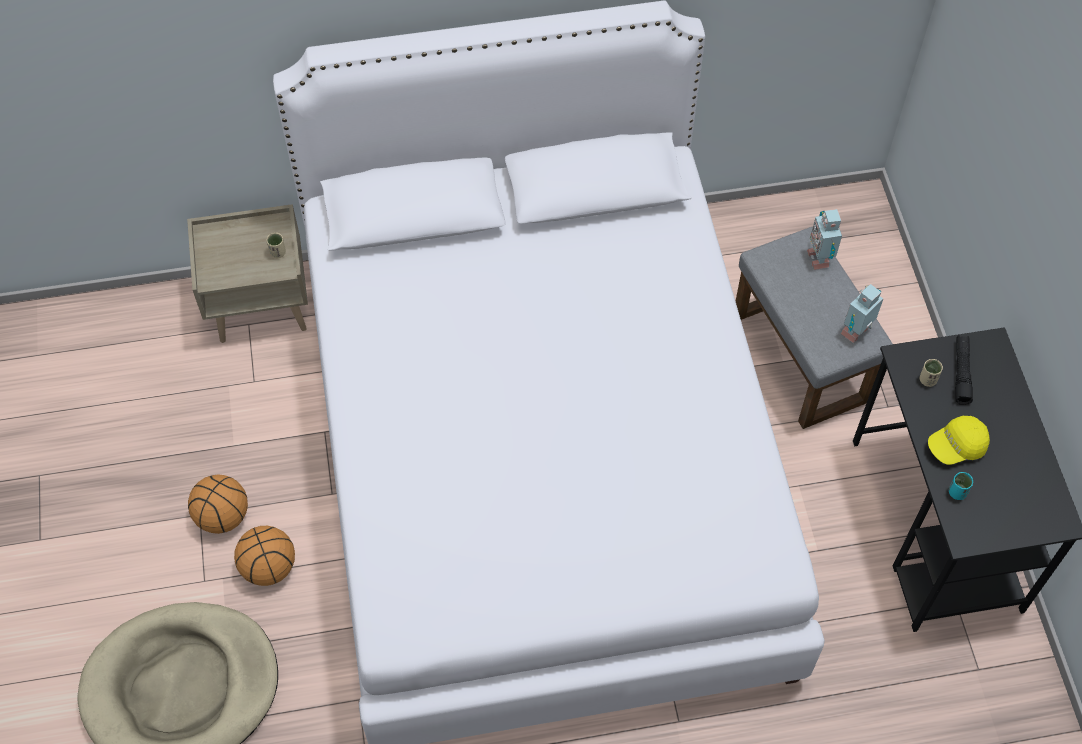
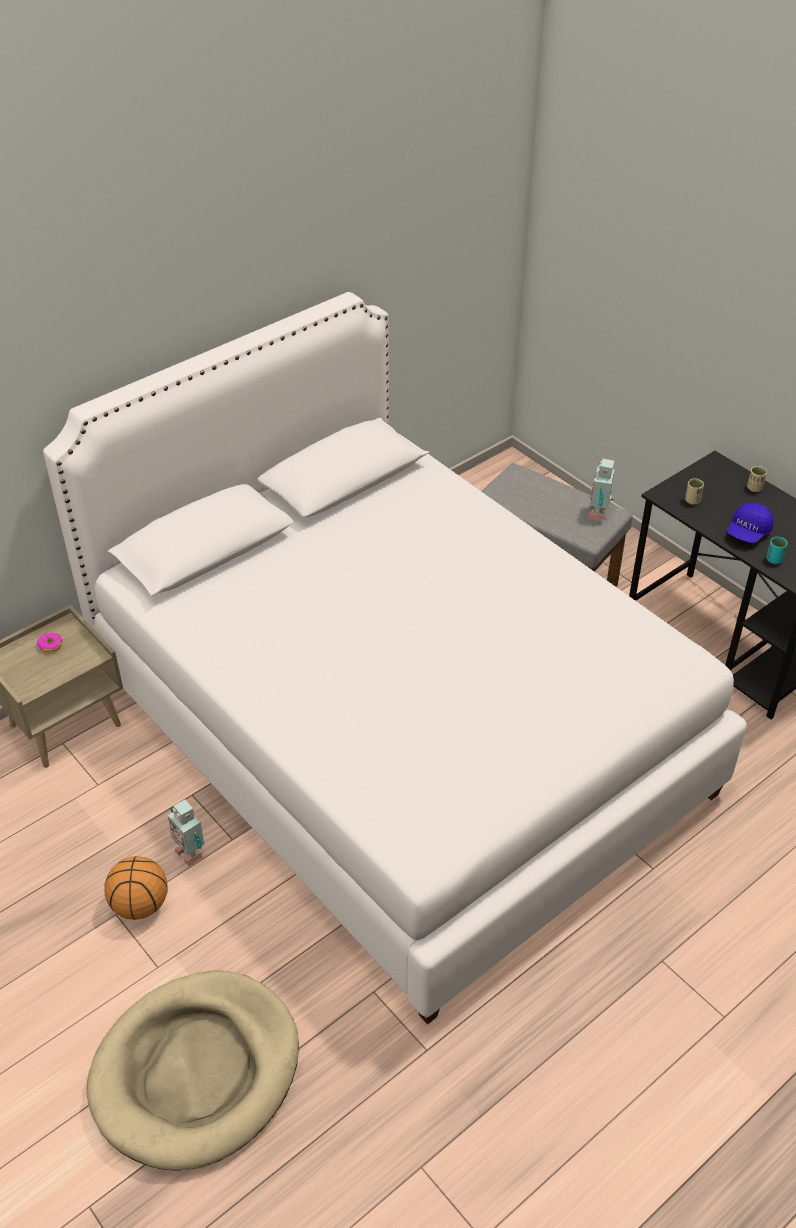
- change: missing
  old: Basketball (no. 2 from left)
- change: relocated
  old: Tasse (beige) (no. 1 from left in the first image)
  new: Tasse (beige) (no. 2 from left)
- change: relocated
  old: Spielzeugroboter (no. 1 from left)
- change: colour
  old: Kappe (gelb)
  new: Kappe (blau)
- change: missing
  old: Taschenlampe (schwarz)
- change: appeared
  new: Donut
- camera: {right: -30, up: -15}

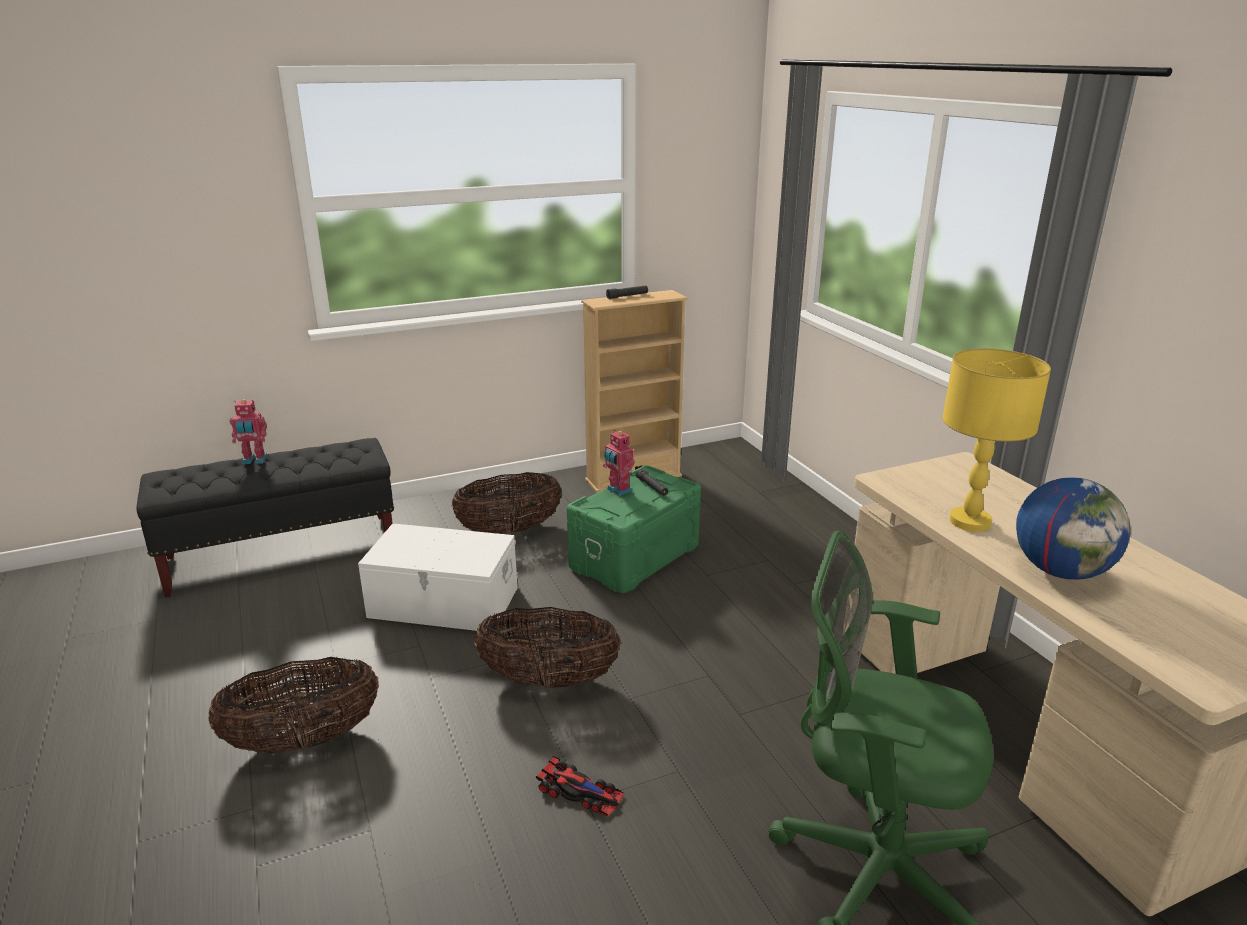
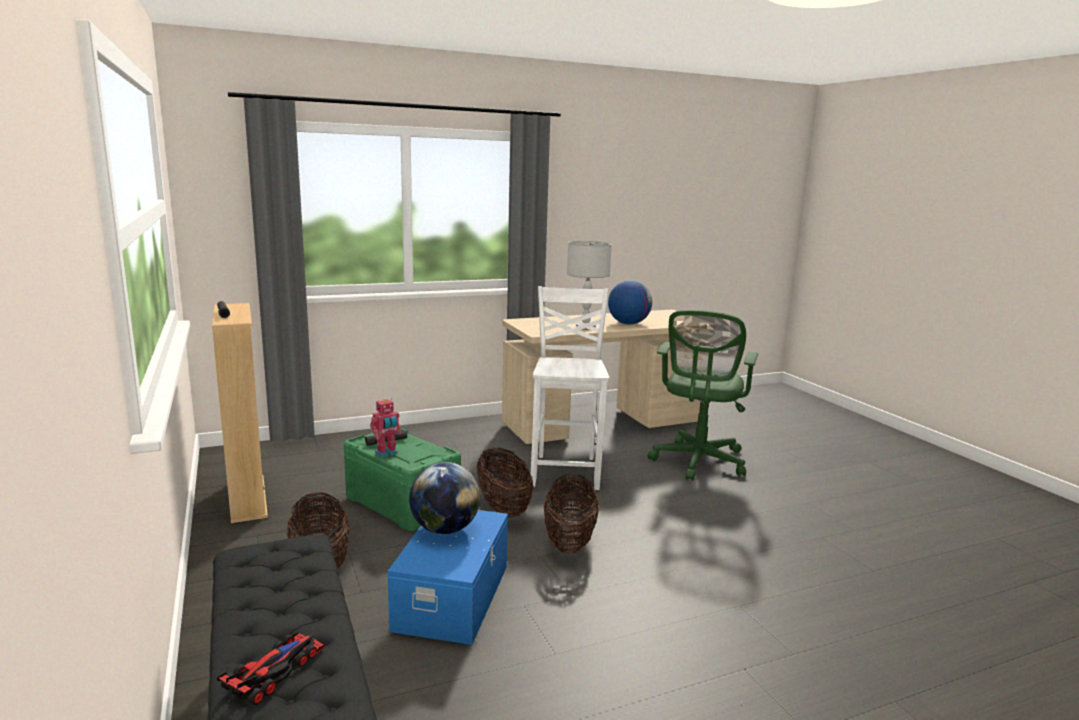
- change: relocated
  old: Korb (no. 1 from left in the first image)
  new: Korb (no. 2 from left)
- change: missing
  old: Spielzeugroboter (no. 1 from left)
- change: colour
  old: Aufbewahrungsbox (weiß)
  new: Aufbewahrungsbox (blau)
- change: relocated
  old: Spielzeugauto
- change: colour
  old: Tischlampe (gelb)
  new: Tischlampe (grau)
- change: appeared
  new: Globus (no. 1 from left)
- change: appeared
  new: Stuhl (weiß)
- camera: {right: -90, up: -10}

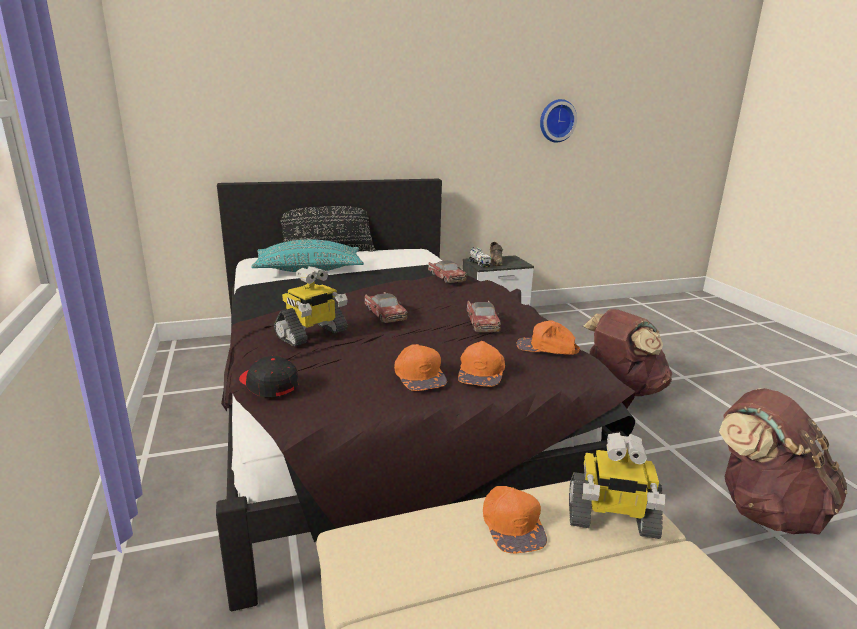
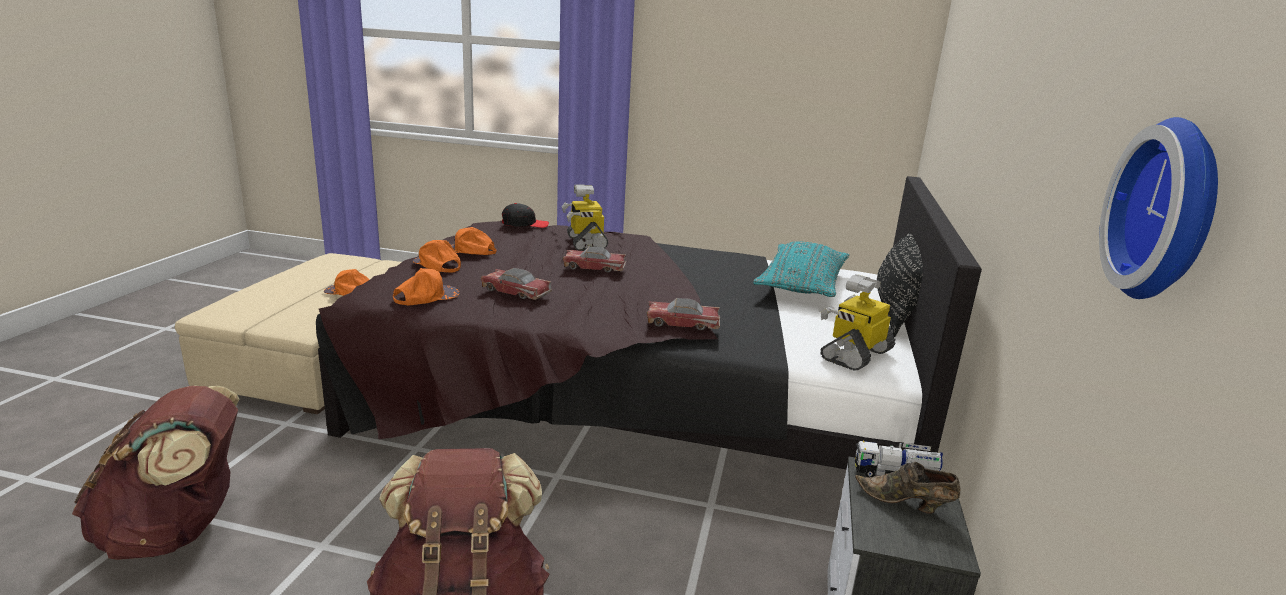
- change: relocated
  old: Spielzeugroboter (no. 2 from left)
- camera: {right: 120, up: 0}

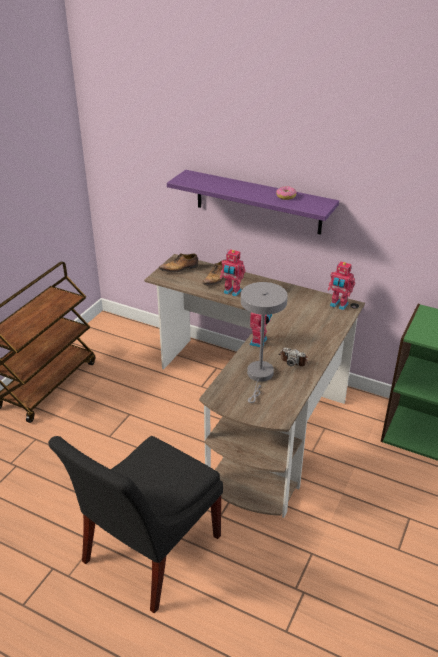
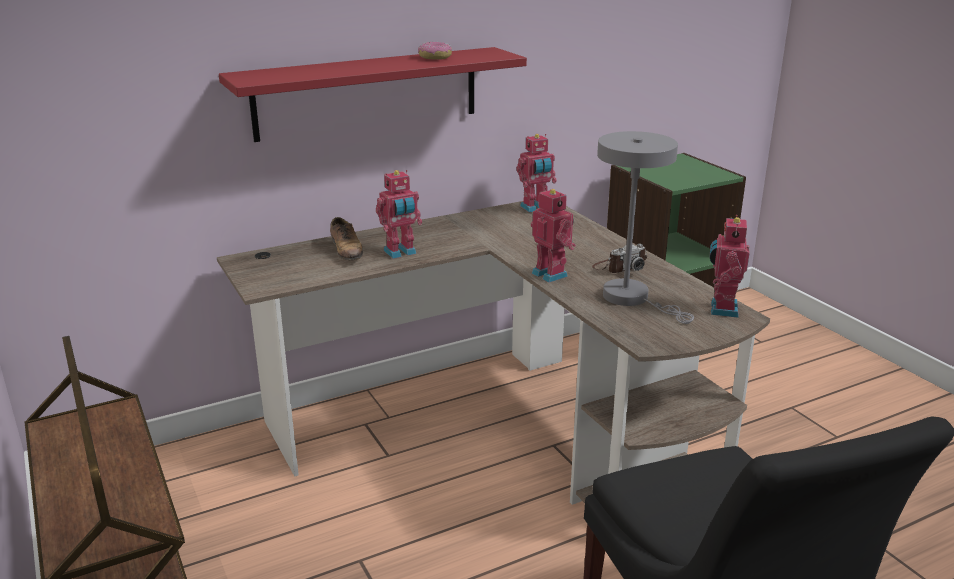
- change: missing
  old: Schuh (no. 1 from left)
- change: colour
  old: Wandregal (lila)
  new: Wandregal (rot)
- change: appeared
  new: Spielzeugroboter (no. 4 from left)
- camera: {right: -55, up: -10}

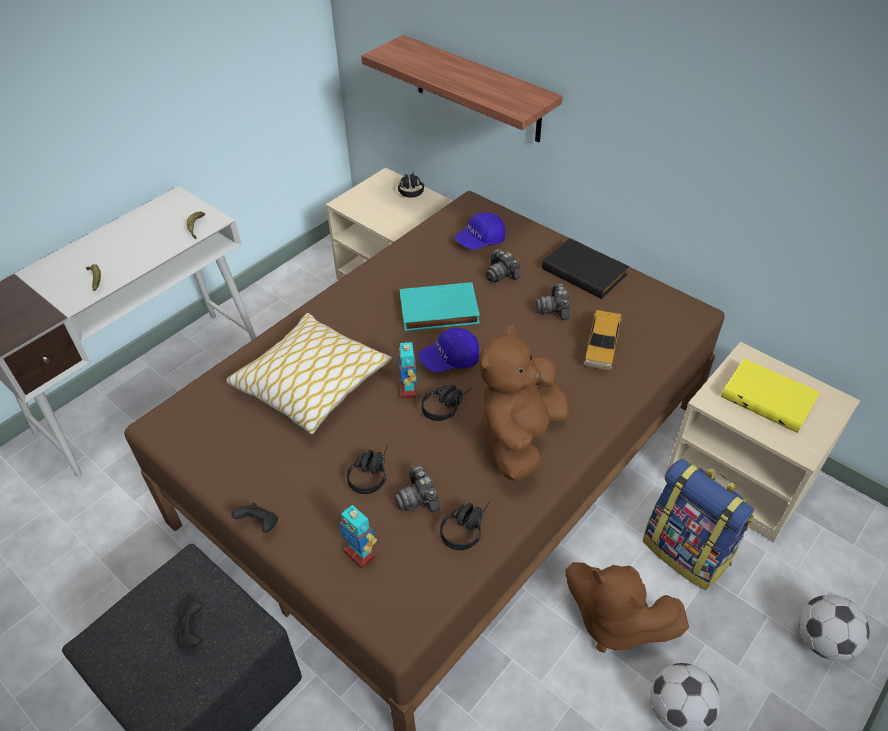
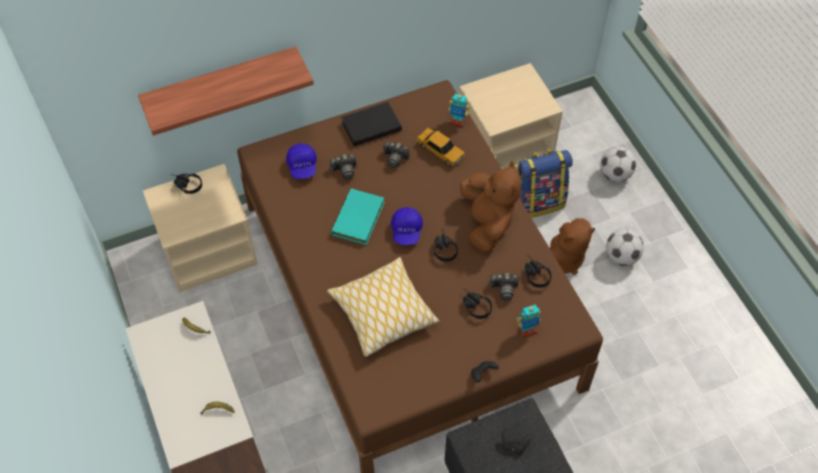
- change: relocated
  old: Spielzeugroboter (no. 2 from left in the first image)
  new: Spielzeugroboter (no. 1 from left)
- change: spun
  old: Plüschtier (braun) (no. 1 from left)
  degrees: -150
- change: missing
  old: Buch (gelb)
- camera: {right: -65, up: 10}

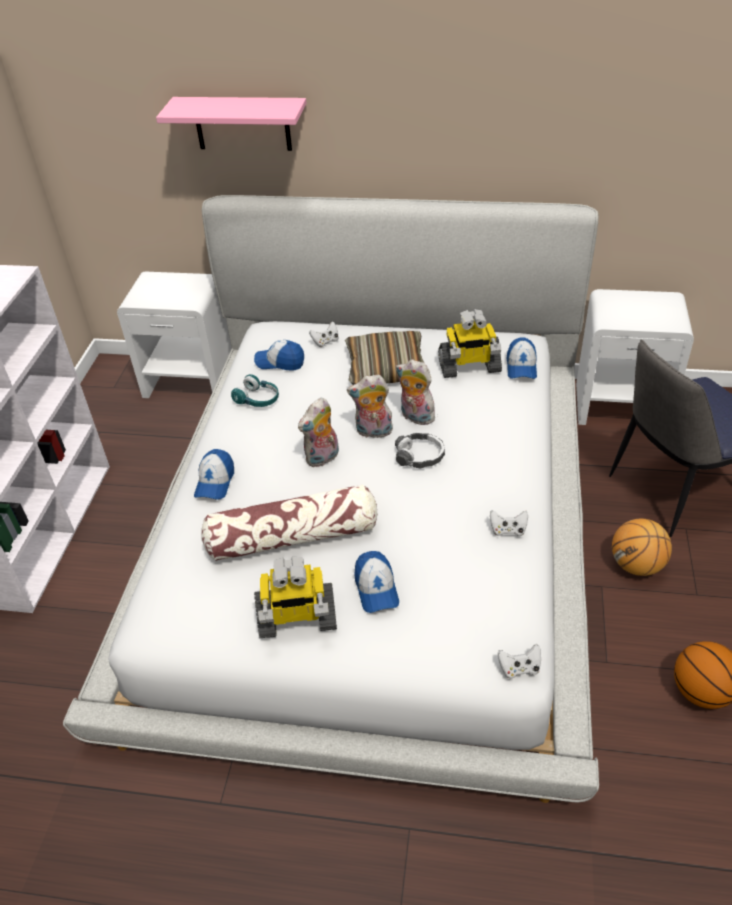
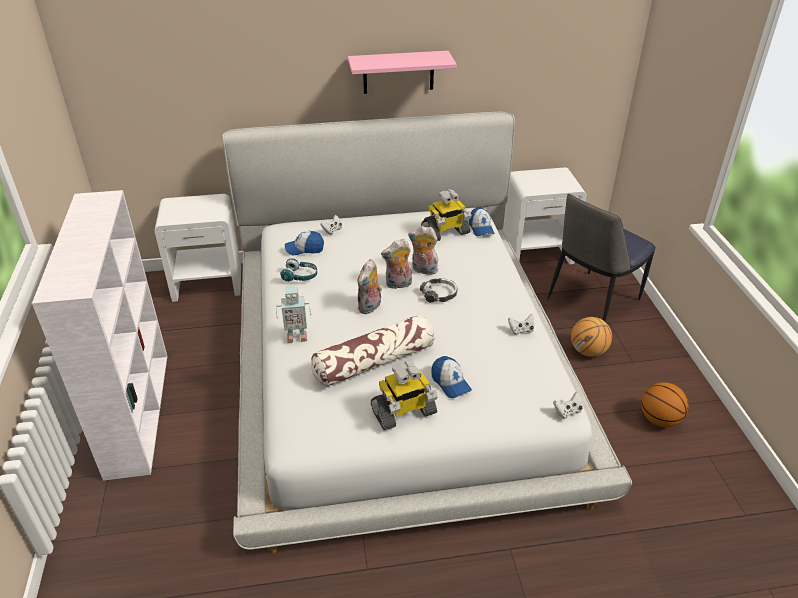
- change: relocated
  old: Wandregal (rosa)
- change: exchanged
  old: Kappe (no. 1 from left)
  new: Spielzeugroboter (no. 1 from left)
- change: missing
  old: Kissen (no. 2 from left)
- camera: {right: -20, up: -5}

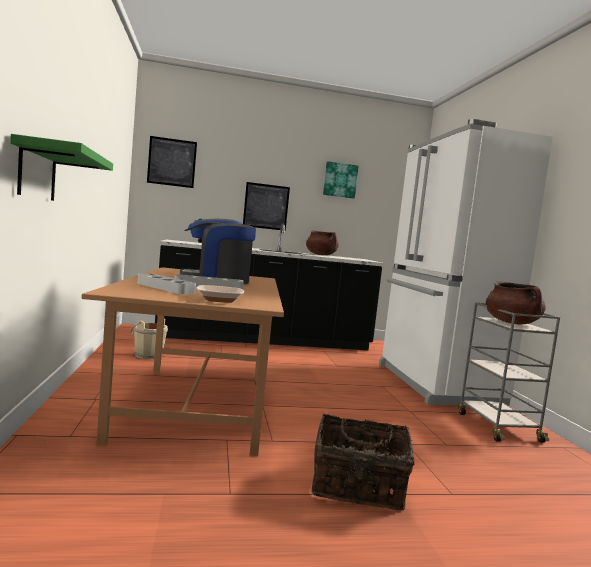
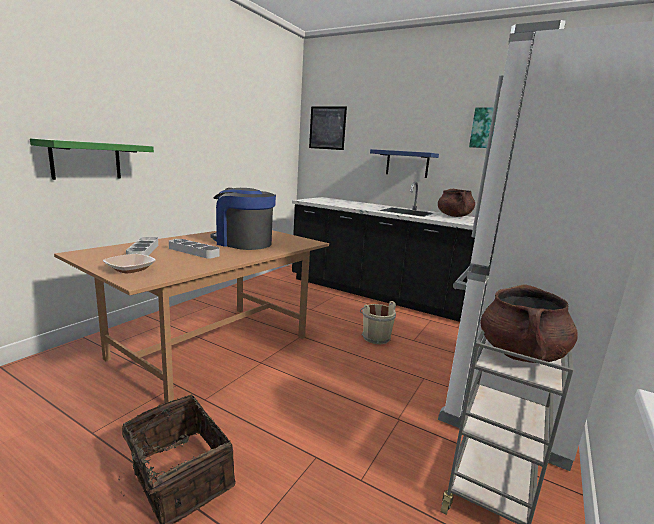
- change: relocated
  old: Eimer (beige)
- change: exchanged
  old: Bild (no. 2 from left)
  new: Wandregal (blau)
- camera: {right: 40, up: 10}

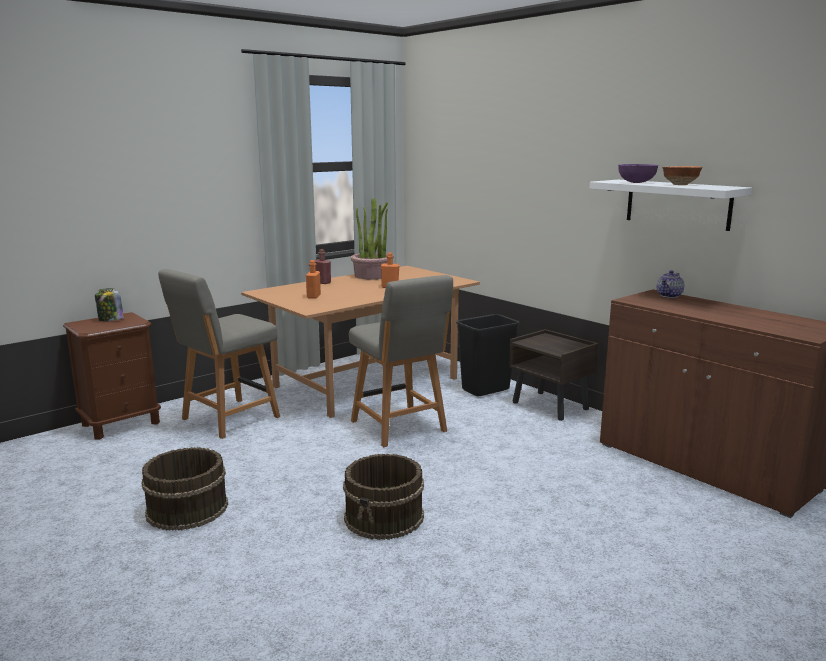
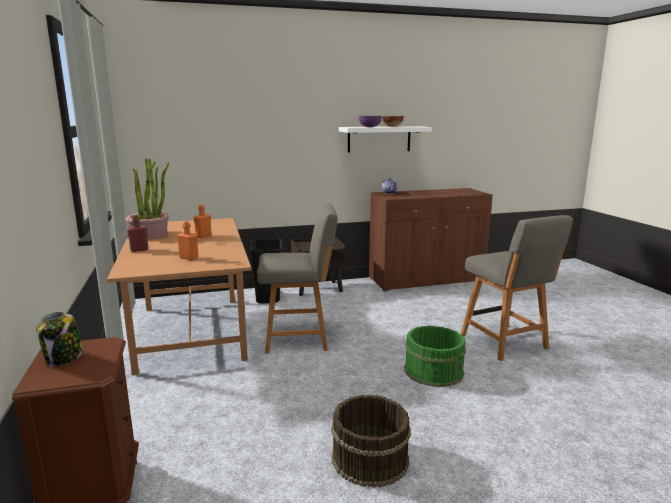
- change: relocated
  old: Stuhl (grau) (no. 1 from left in the first image)
  new: Stuhl (grau) (no. 2 from left)
- change: colour
  old: Eimer (braun) (no. 2 from left)
  new: Eimer (grün)
- camera: {right: -65, up: 0}

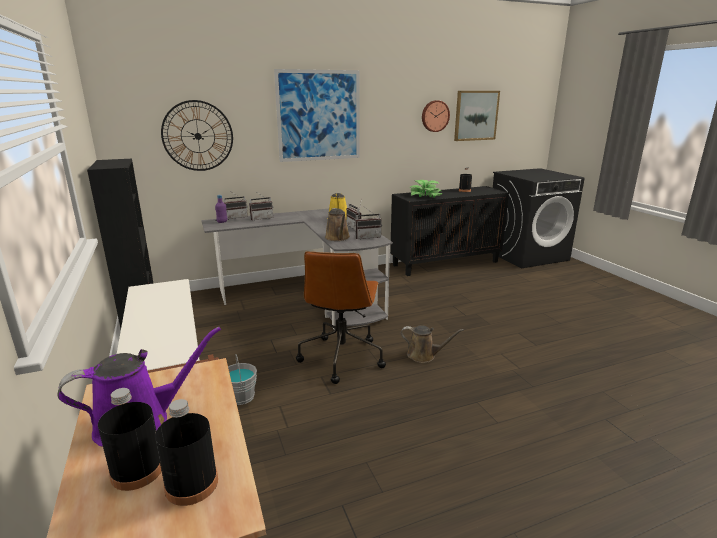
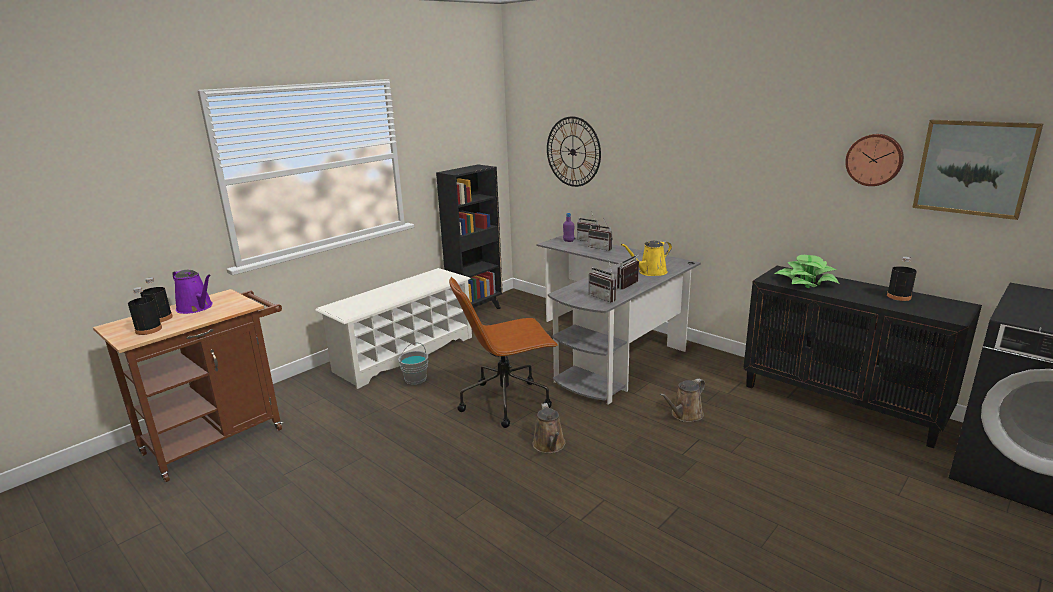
- change: missing
  old: Bild (no. 1 from left)
- change: relocated
  old: Gießkanne (braun) (no. 1 from left in the first image)
  new: Gießkanne (braun) (no. 2 from left)
- camera: {right: 65, up: 0}

